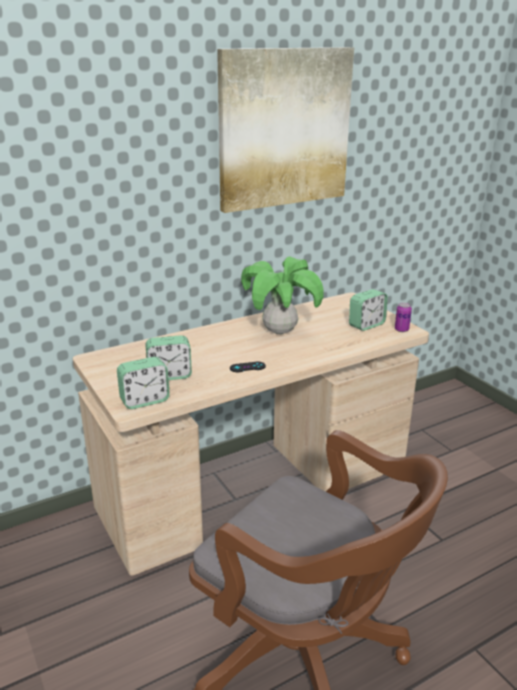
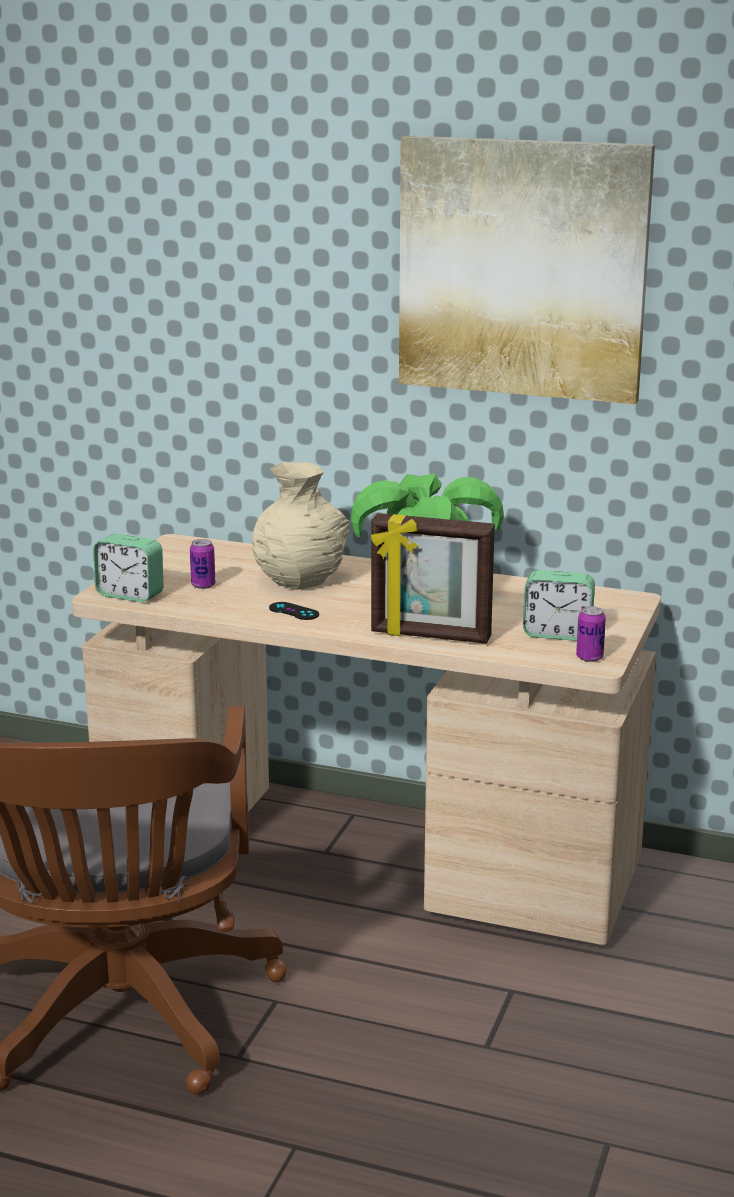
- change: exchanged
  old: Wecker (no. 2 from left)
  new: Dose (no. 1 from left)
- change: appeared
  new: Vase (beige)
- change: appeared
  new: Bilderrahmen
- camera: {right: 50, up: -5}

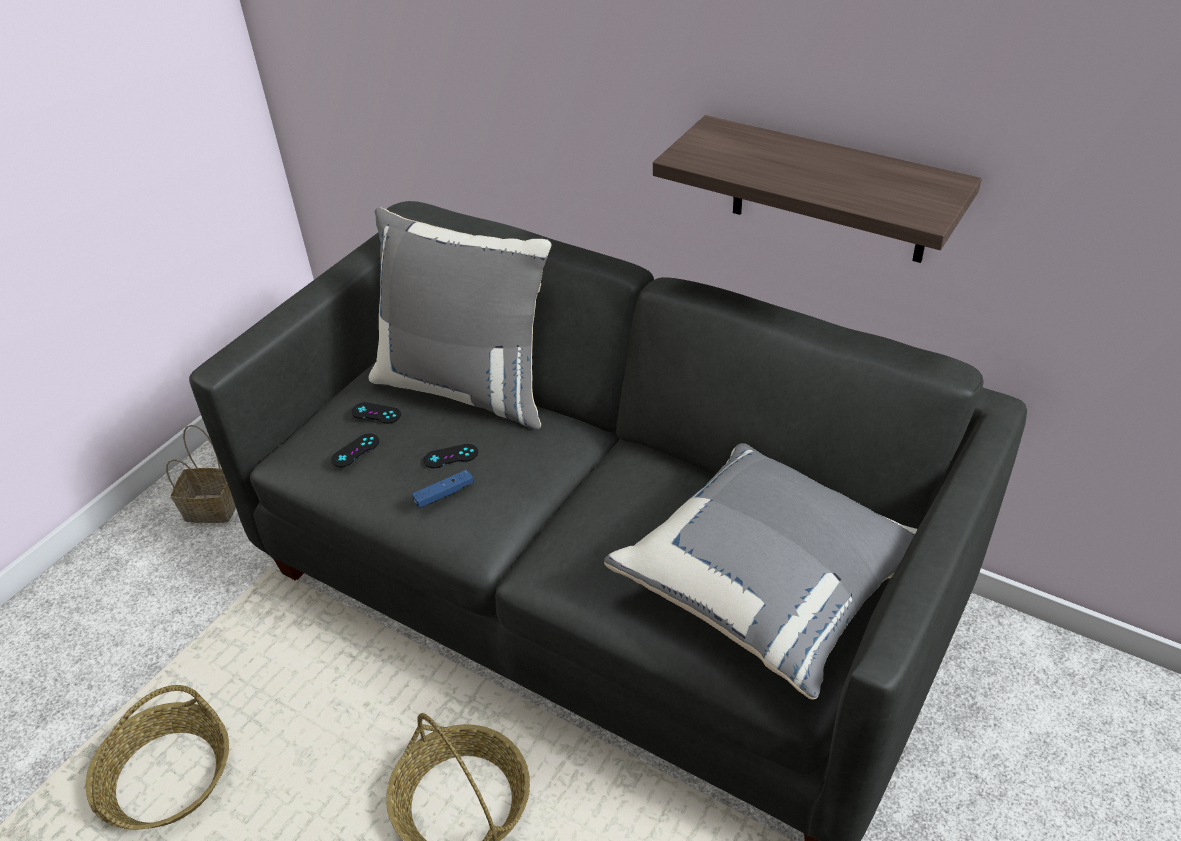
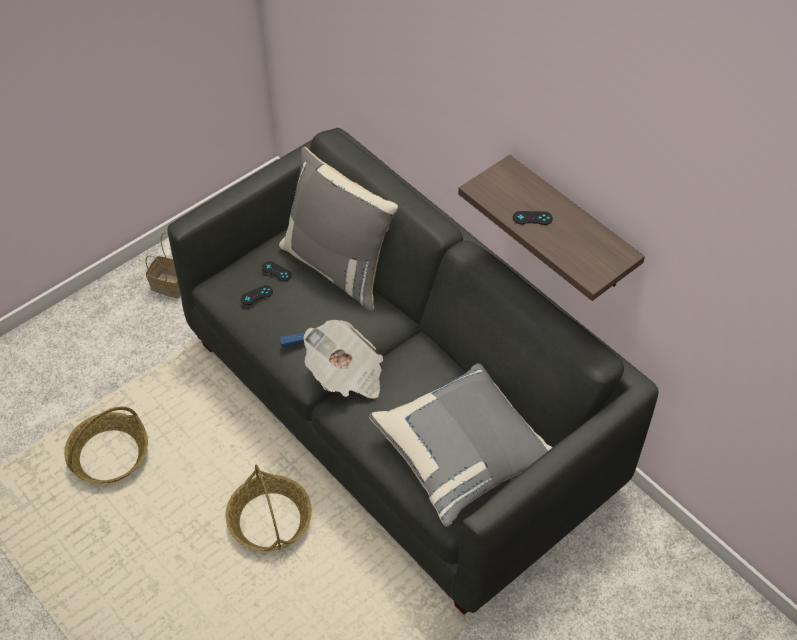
- change: relocated
  old: Gamepad (schwarz) (no. 3 from left)
- change: appeared
  new: Zeitung
- camera: {right: 15, up: 10}

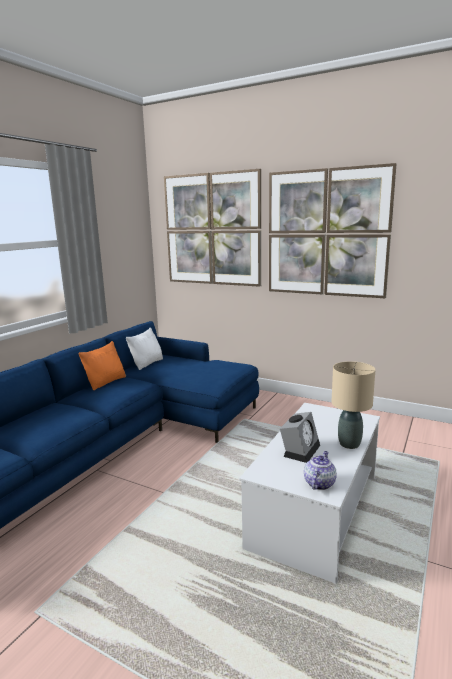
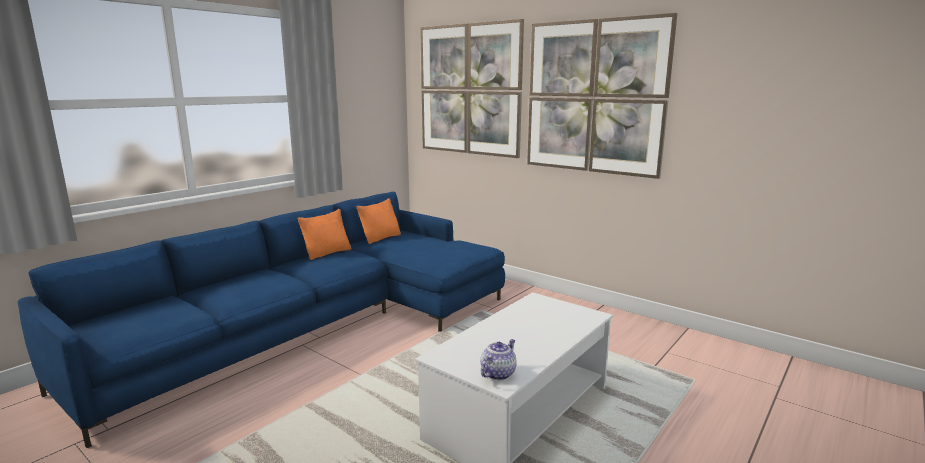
- change: colour
  old: Kissen (weiß)
  new: Kissen (orange) (no. 2 from left)
- change: missing
  old: Wecker
- change: missing
  old: Tischlampe (beige)
- camera: {right: 10, up: 0}

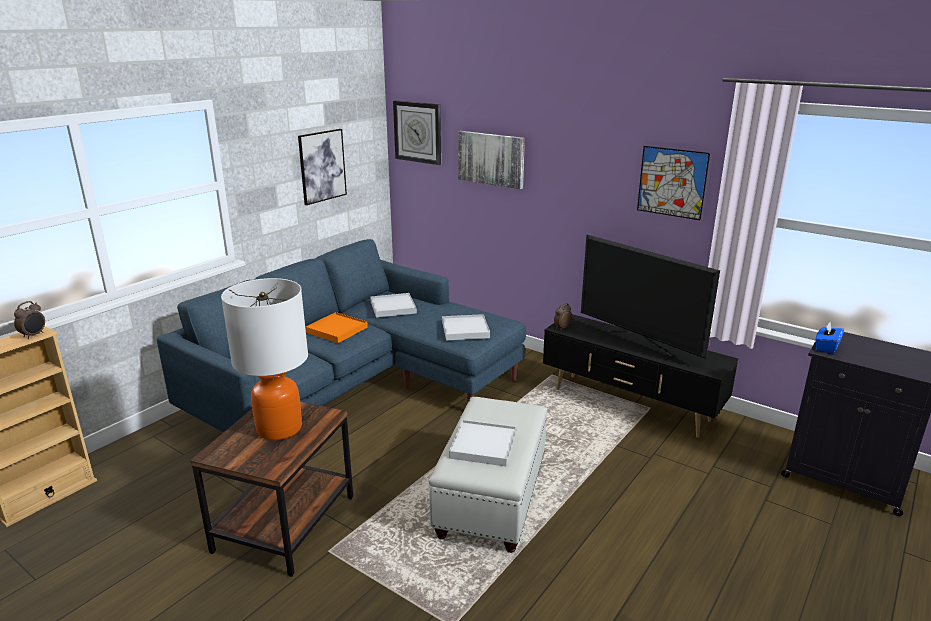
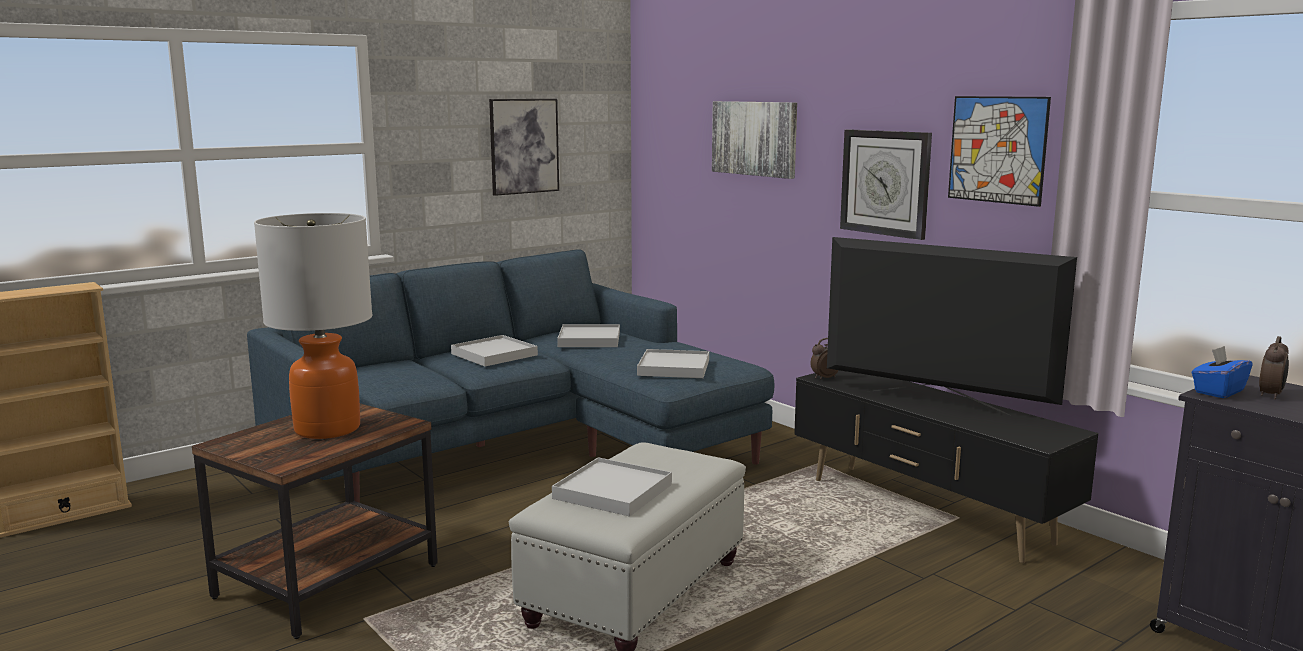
- change: relocated
  old: Wecker (no. 1 from left in the first image)
  new: Wecker (no. 2 from left)
- change: colour
  old: Tablett (orange)
  new: Tablett (weiß) (no. 1 from left)
- change: relocated
  old: Wanduhr
- change: spun
  old: Fernseher
  degrees: 150
- camera: {right: 15, up: -10}

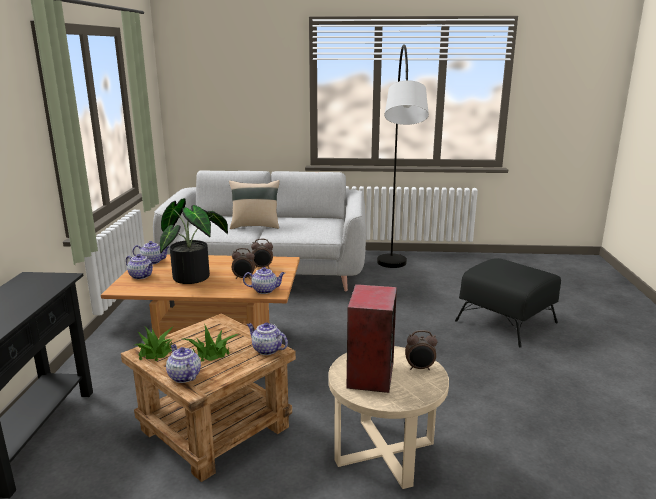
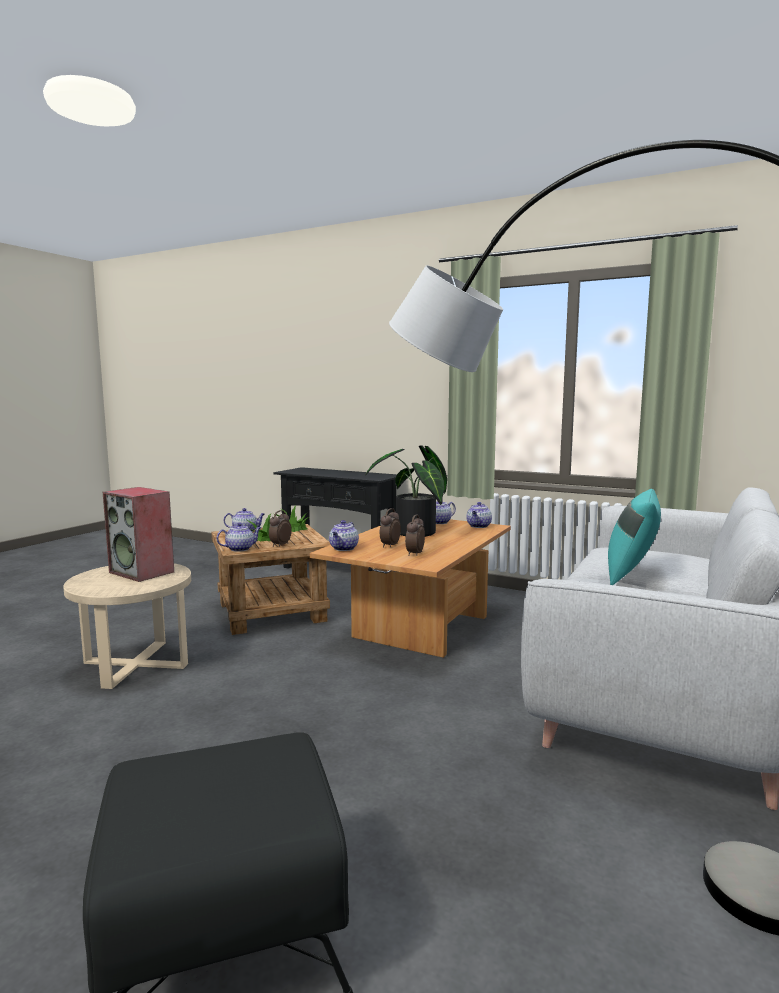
- change: colour
  old: Kissen (beige)
  new: Kissen (türkis)
- change: relocated
  old: Wecker (no. 3 from left in the first image)
  new: Wecker (no. 1 from left)
- camera: {right: 115, up: -10}

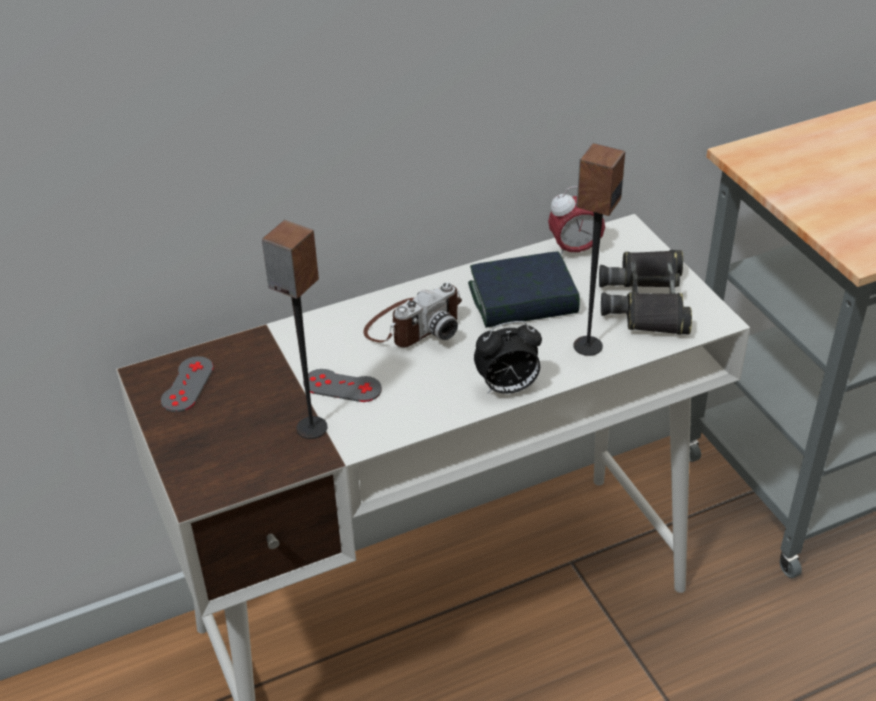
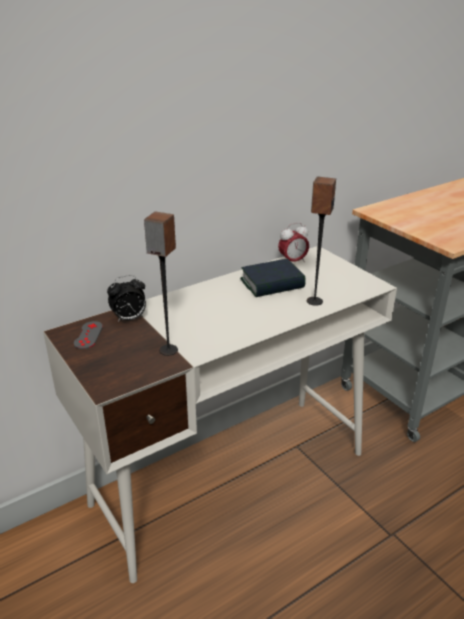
- change: missing
  old: Gamepad (grau) (no. 2 from left)
- change: missing
  old: Kamera
- change: relocated
  old: Wecker (no. 1 from left)
- change: missing
  old: Fernglas (schwarz)
- camera: {right: -10, up: -10}

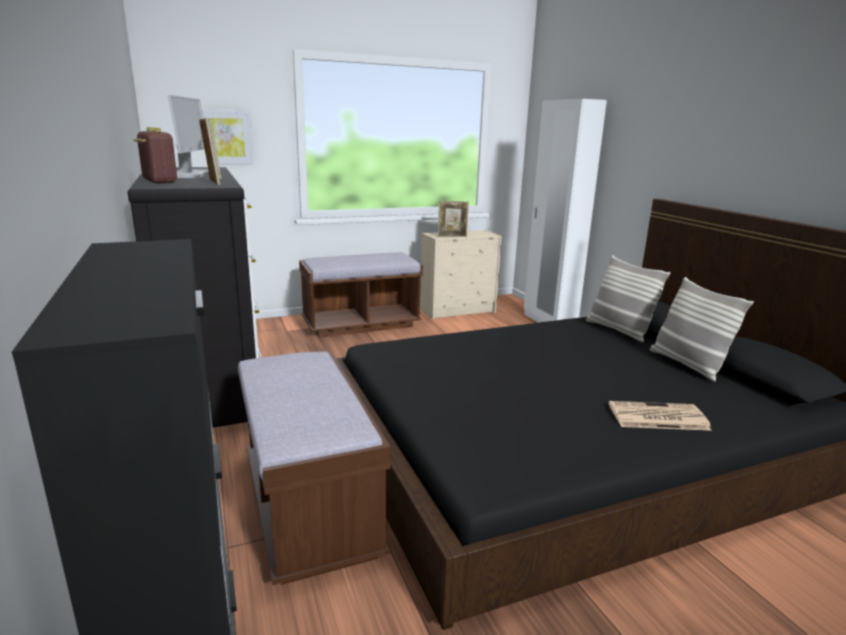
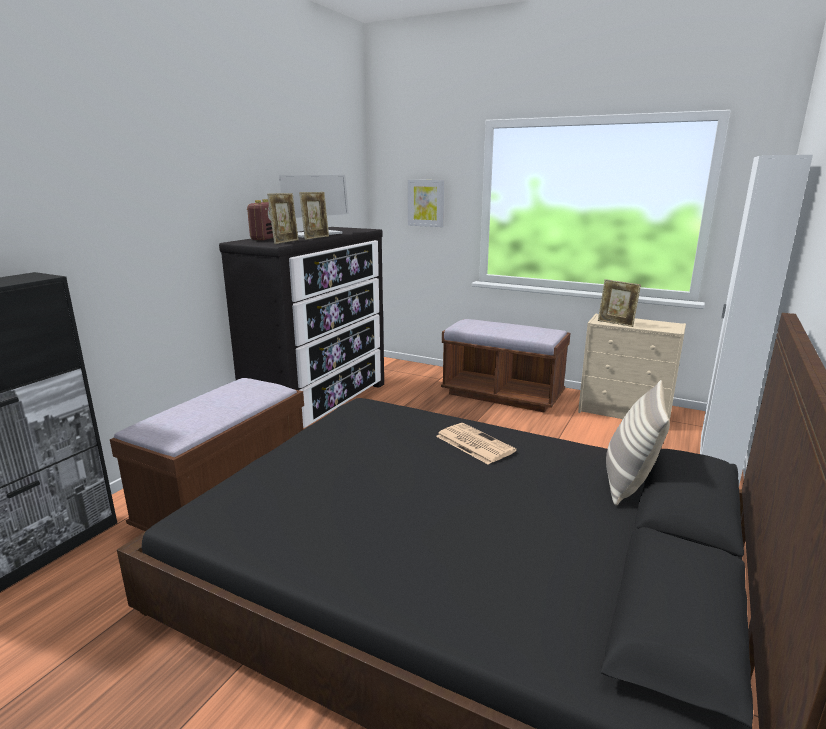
- change: relocated
  old: Zeitung
- change: missing
  old: Kissen (no. 2 from left)
- camera: {right: 50, up: 0}

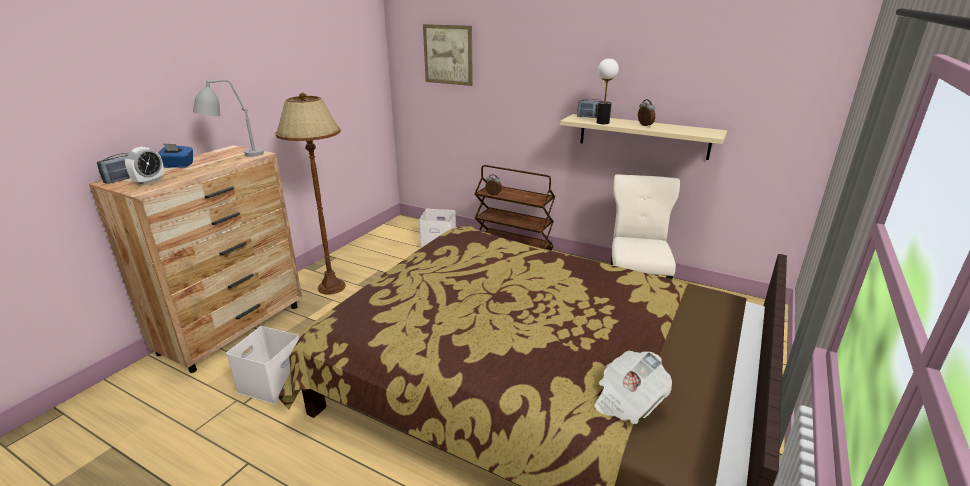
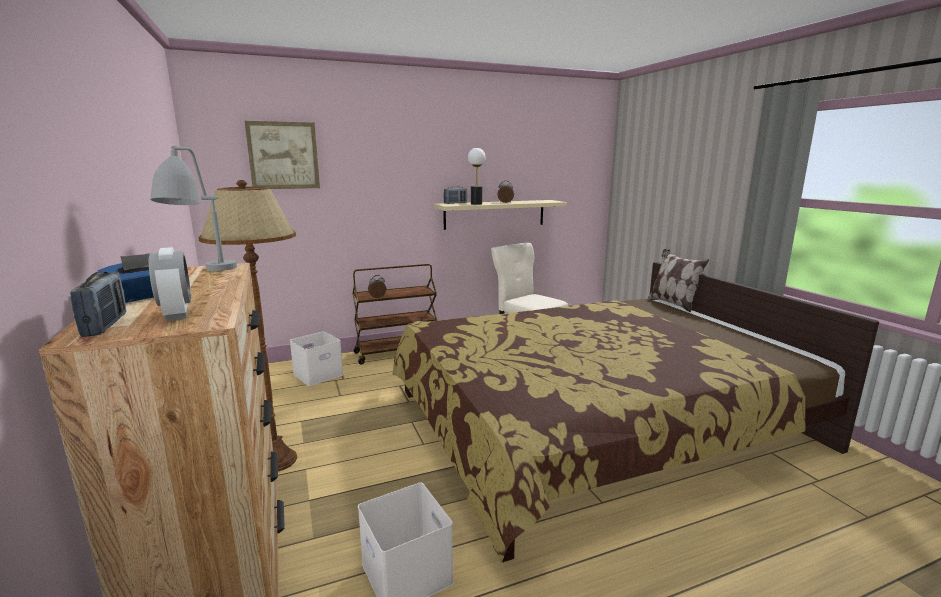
- change: missing
  old: Zeitung
- change: appeared
  new: Kissen
- camera: {right: -50, up: -10}

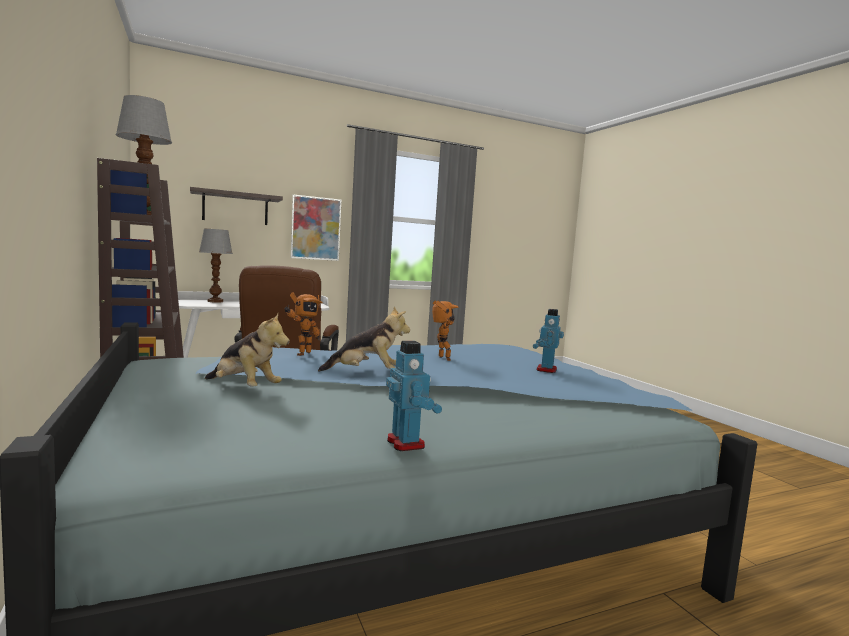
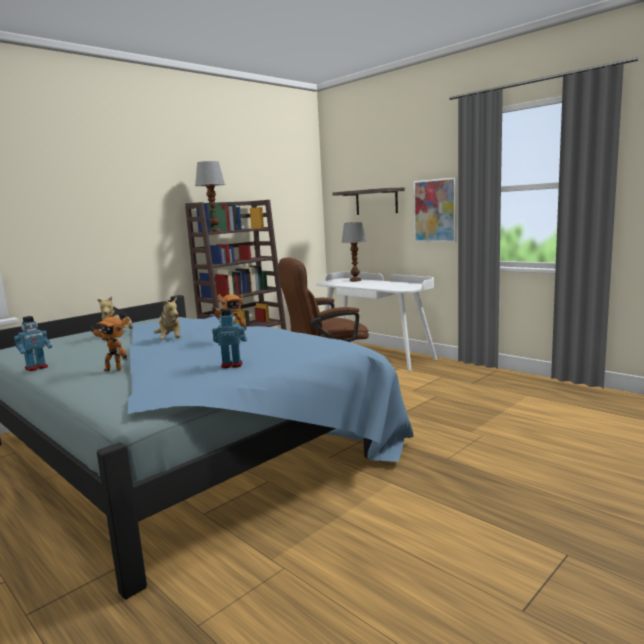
- change: relocated
  old: Spielzeugroboter (no. 1 from left in the first image)
  new: Spielzeugroboter (no. 2 from left)
- camera: {right: 70, up: 5}

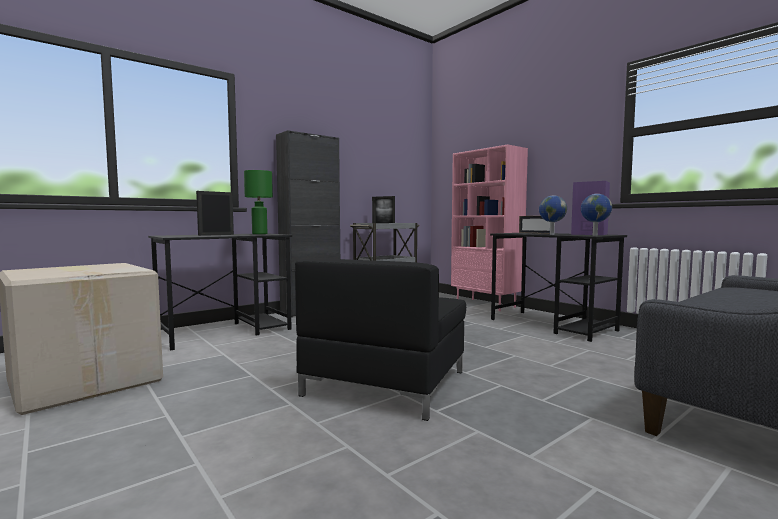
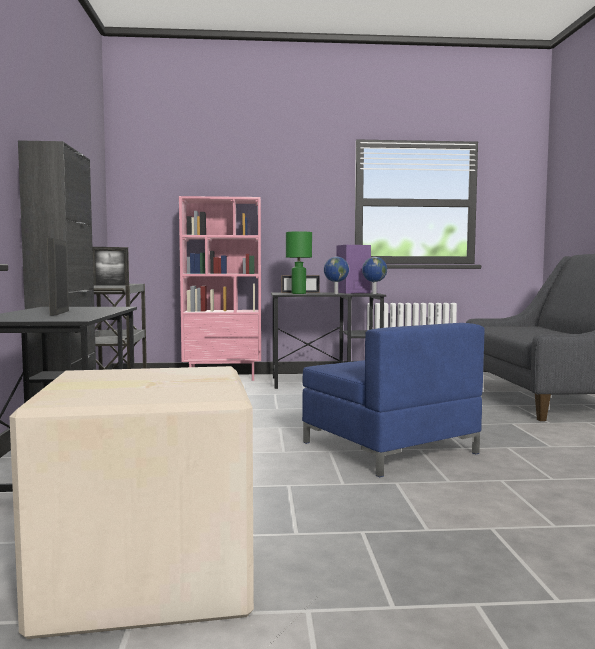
- change: relocated
  old: Tischlampe (grün)
- change: colour
  old: Sessel (schwarz)
  new: Sessel (blau)
- camera: {right: -55, up: 0}

